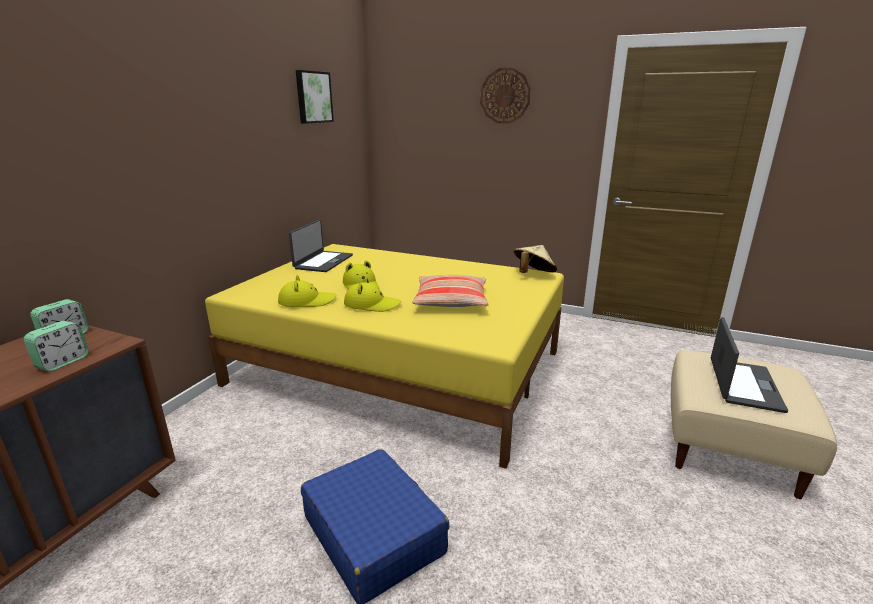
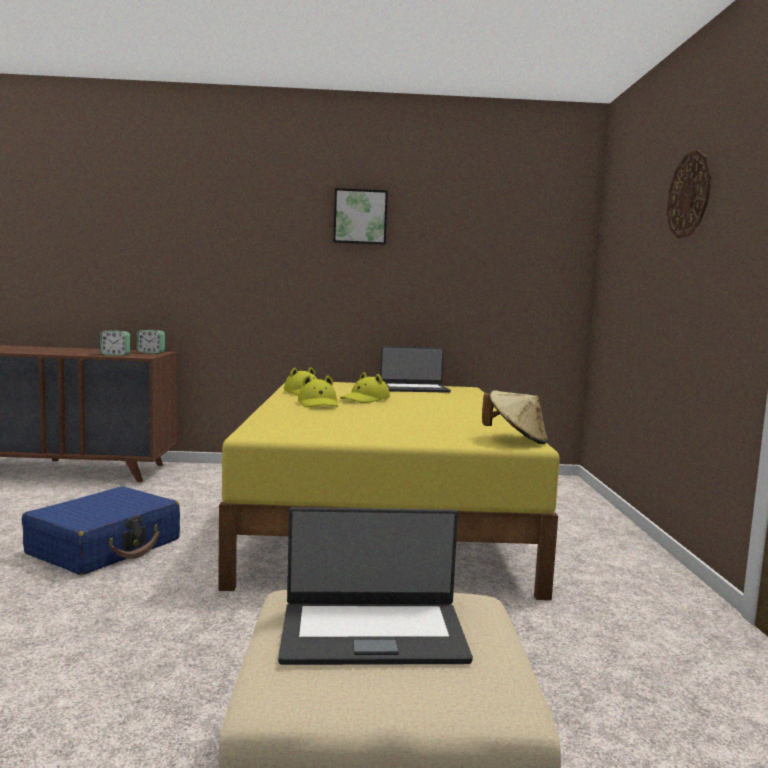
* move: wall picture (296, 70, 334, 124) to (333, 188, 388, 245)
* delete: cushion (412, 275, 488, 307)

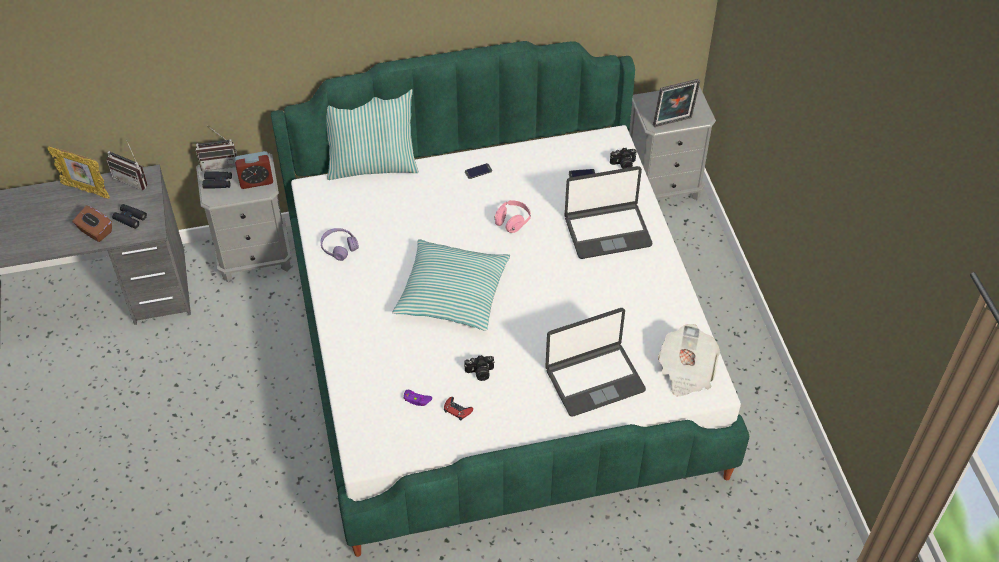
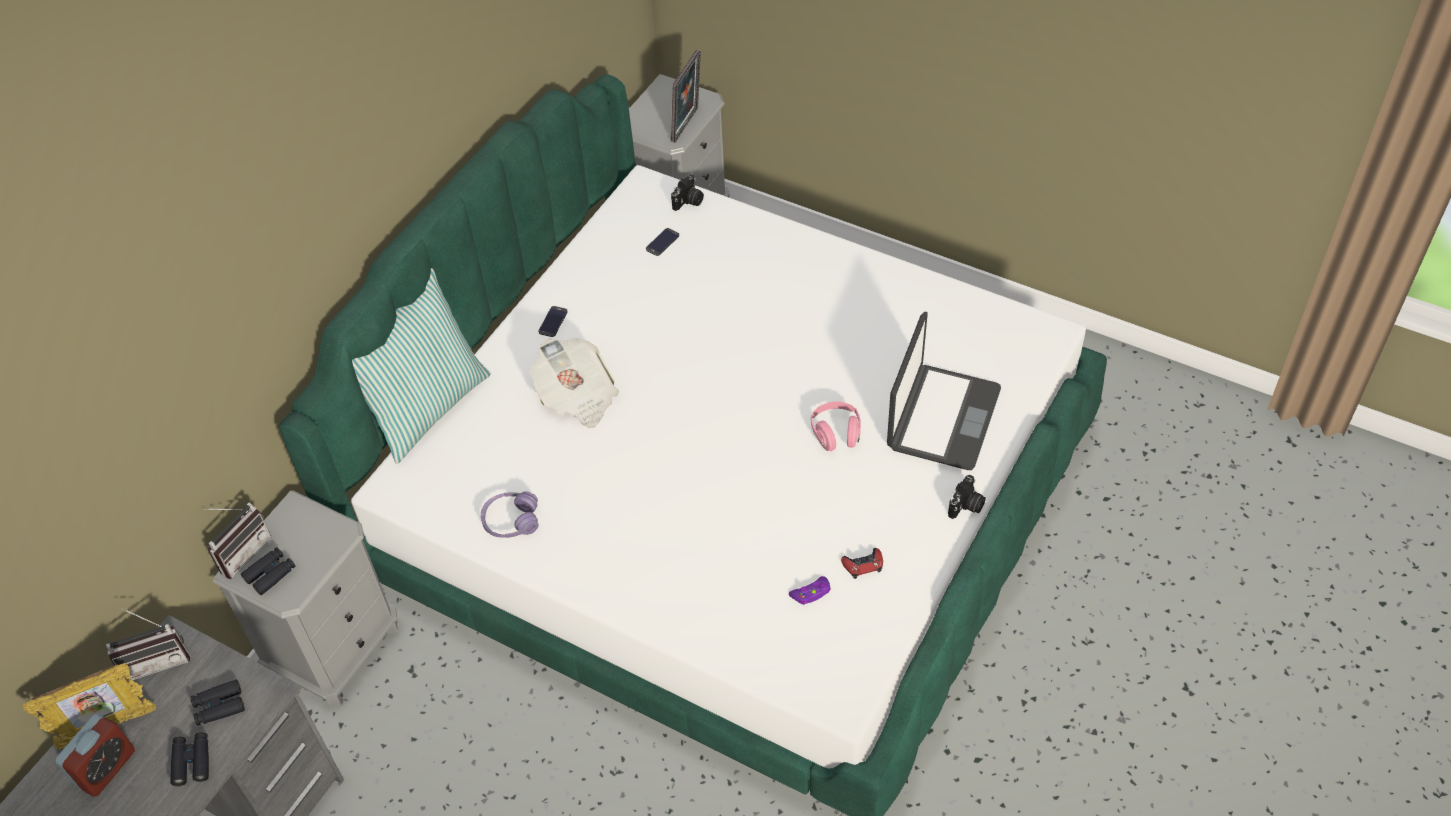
* replace: tissue box in brownish (73, 206, 112, 242) to binoculars in black-coloured (170, 732, 209, 786)
* move: table clock (235, 151, 273, 189) to (55, 714, 135, 797)
* delete: cushion (392, 239, 510, 331)
* move: still camera (465, 355, 495, 381) to (948, 475, 986, 519)
* move: headset in pink (495, 200, 531, 233) to (811, 402, 861, 451)
* delete: portable computer (565, 166, 652, 259)
* move: printed paper (658, 324, 720, 397) to (530, 338, 619, 428)

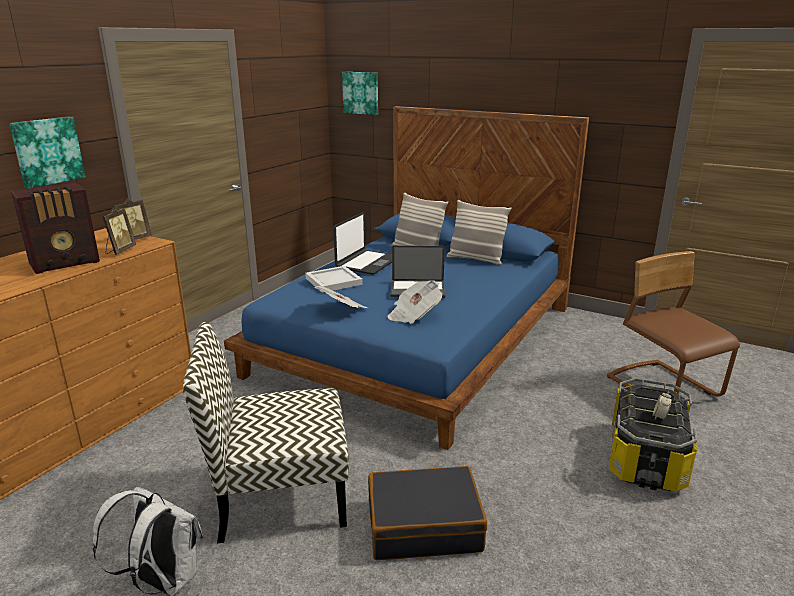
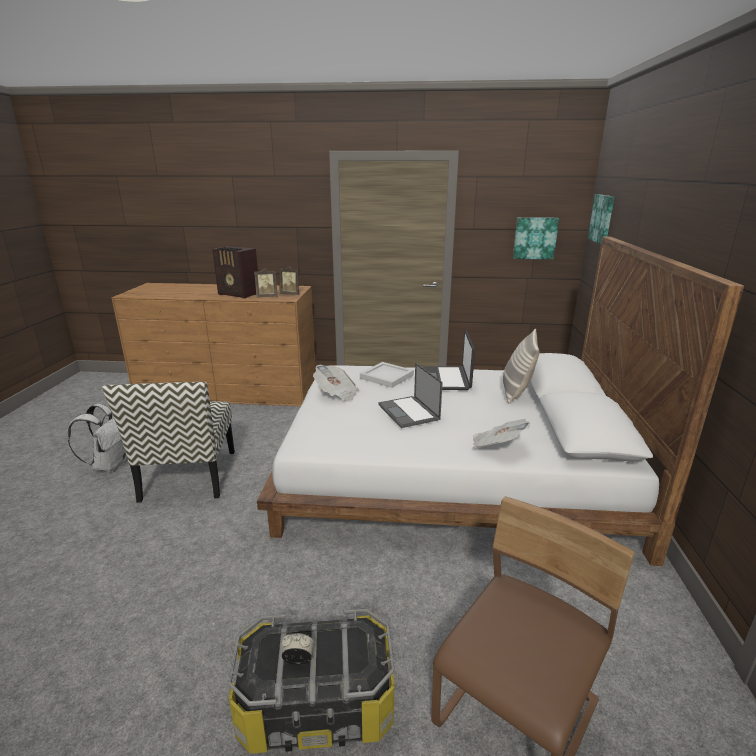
* move: wall picture (9, 117, 85, 189) to (513, 217, 559, 259)
* rotate: chair (183, 322, 349, 543) = (102, 382, 235, 503) 150 degrees counterclockwise
* recolor: sleeping bed in blue (224, 106, 589, 450) to sleeping bed in whitish (257, 237, 744, 566)
* rotate: portable computer (333, 212, 392, 275) = (423, 330, 475, 390) 90 degrees clockwise
* delete: travel case in black-coloured (368, 466, 487, 560)
* move: printed paper (387, 280, 442, 324) to (473, 419, 530, 448)
* delete: cushion (447, 200, 511, 265)

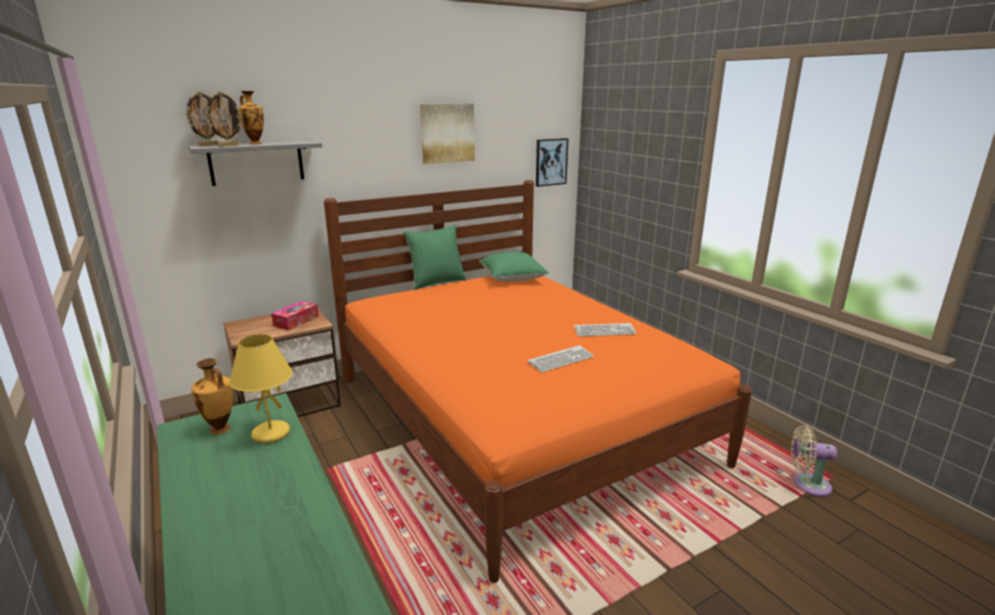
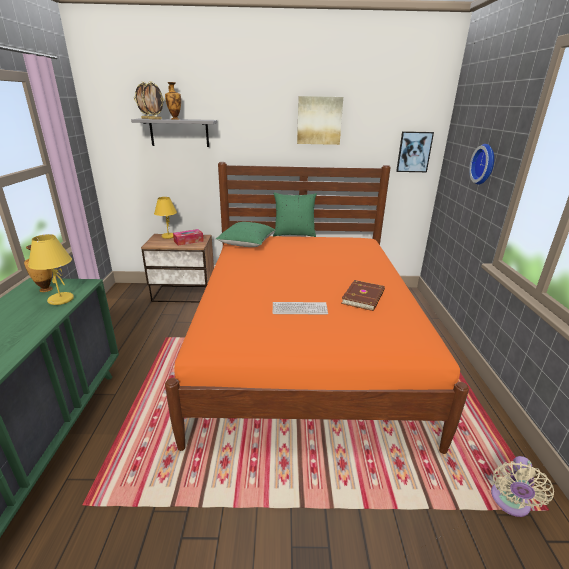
* move: cushion in greenish (479, 252, 549, 282) to (216, 222, 276, 247)
* replace: computer keyboard (574, 323, 637, 337) to bound book in brownish (341, 280, 385, 311)
* rotate: cooling fan in sand-coloured (791, 425, 837, 497) = (491, 456, 554, 517) 105 degrees counterclockwise
* insert: table lamp in yellow (154, 197, 177, 239)
* insert: hanging clock (469, 144, 494, 185)

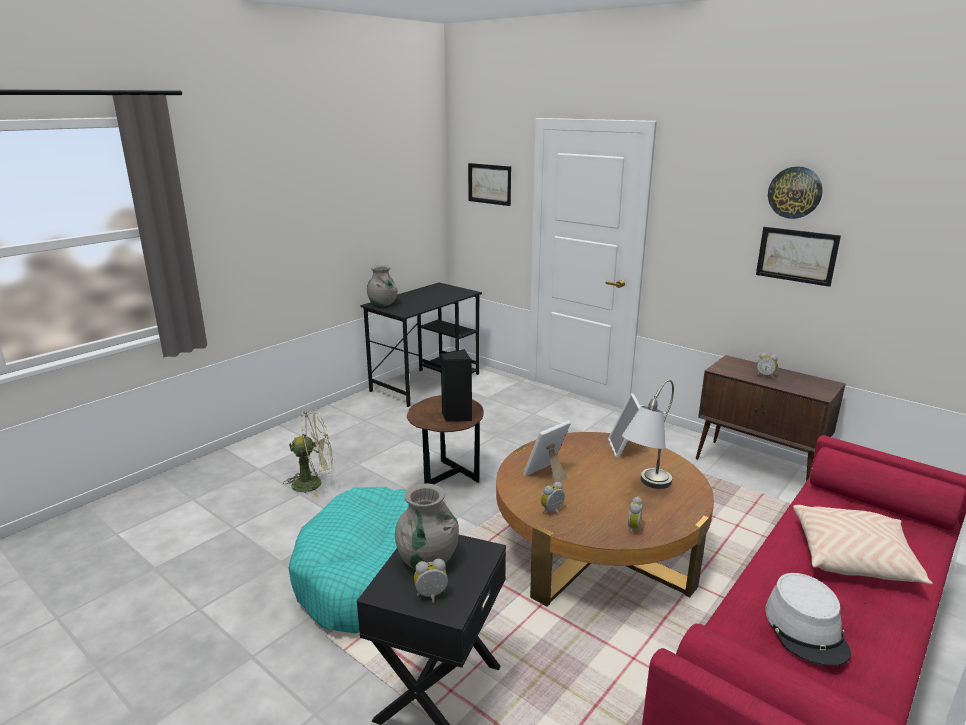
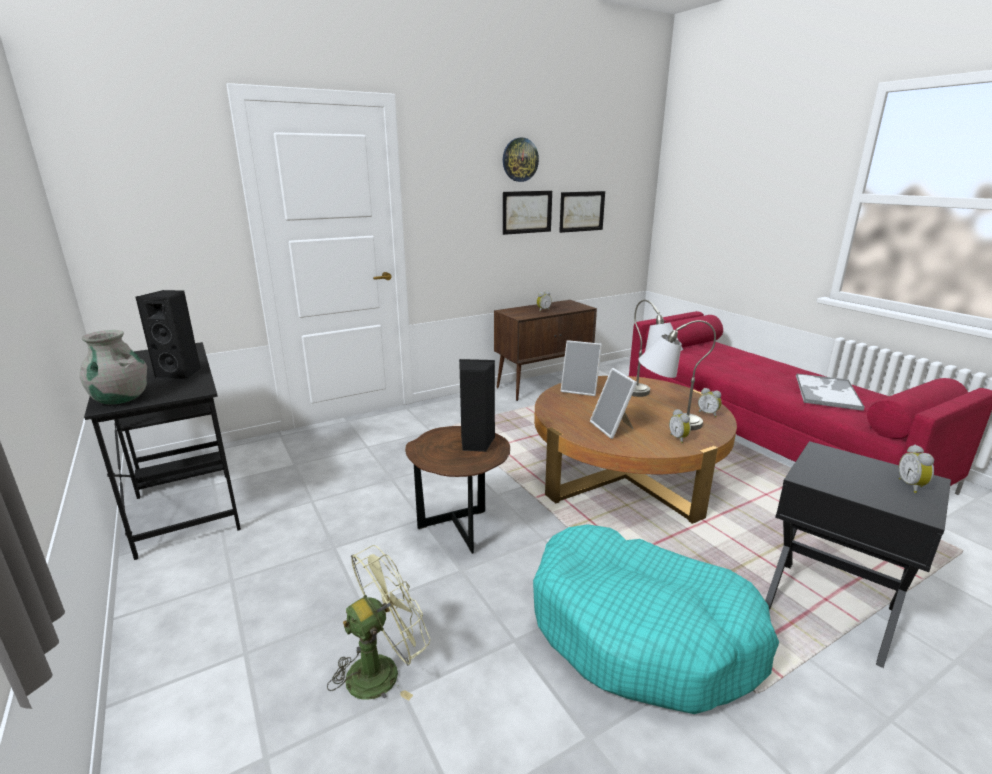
* rotate: cooling fan in greenish (283, 410, 333, 497) = (327, 545, 430, 701) 45 degrees clockwise
* delete: decorative vase in gray (395, 484, 459, 569)
* move: wall picture (468, 163, 511, 206) to (559, 191, 605, 233)
* replace: hat in gray (765, 573, 851, 666) to carrying tray (796, 374, 865, 411)
* delete: cushion in sand-coloured (793, 505, 933, 584)
* insert: audio speaker in black-coloured (136, 290, 201, 380)
* insert: table lamp in gray (638, 320, 716, 430)

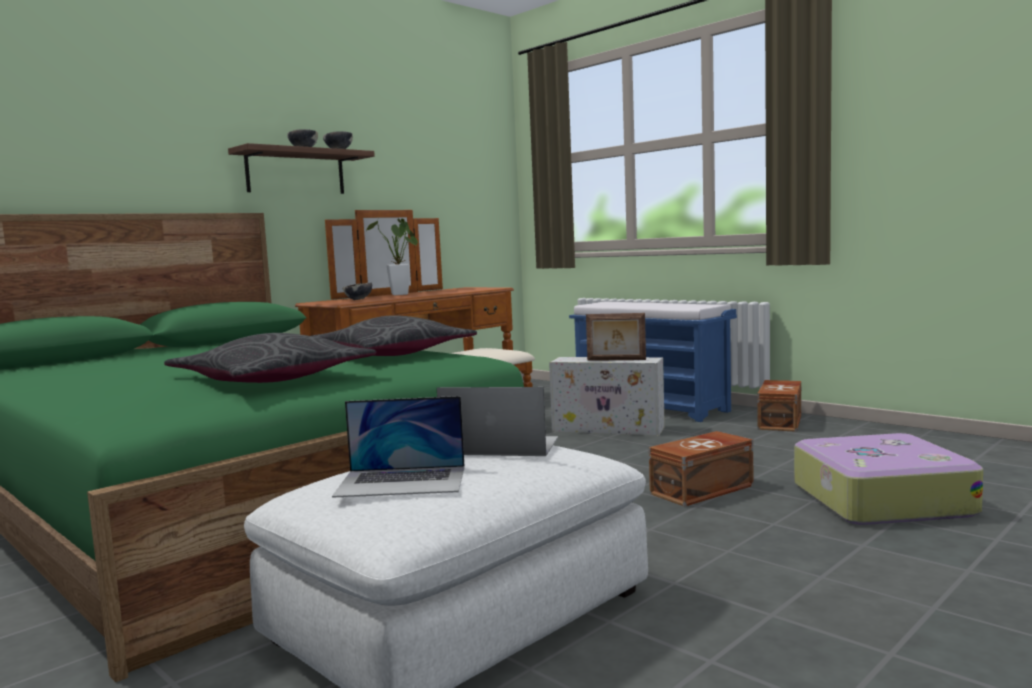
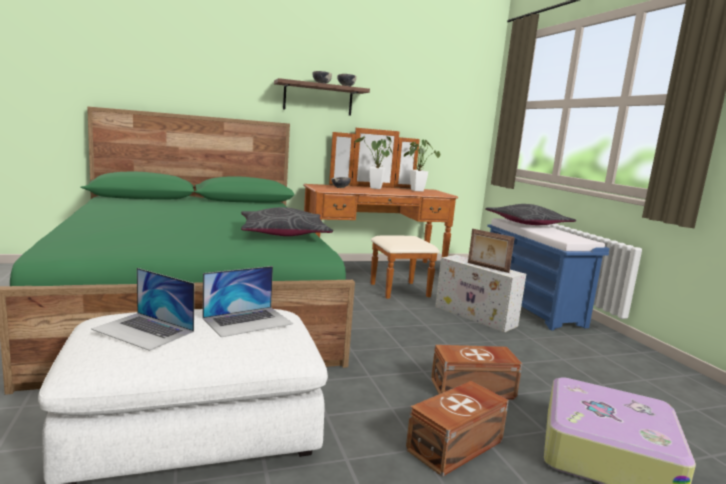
* move: cushion in gray (164, 333, 376, 383) to (485, 204, 576, 225)
* rotate: portable computer (437, 387, 558, 456) = (202, 266, 293, 337) 105 degrees clockwise
* move: storage container in brownish (757, 380, 801, 432) to (406, 381, 509, 477)
* insert: plant in a pot (404, 140, 440, 192)

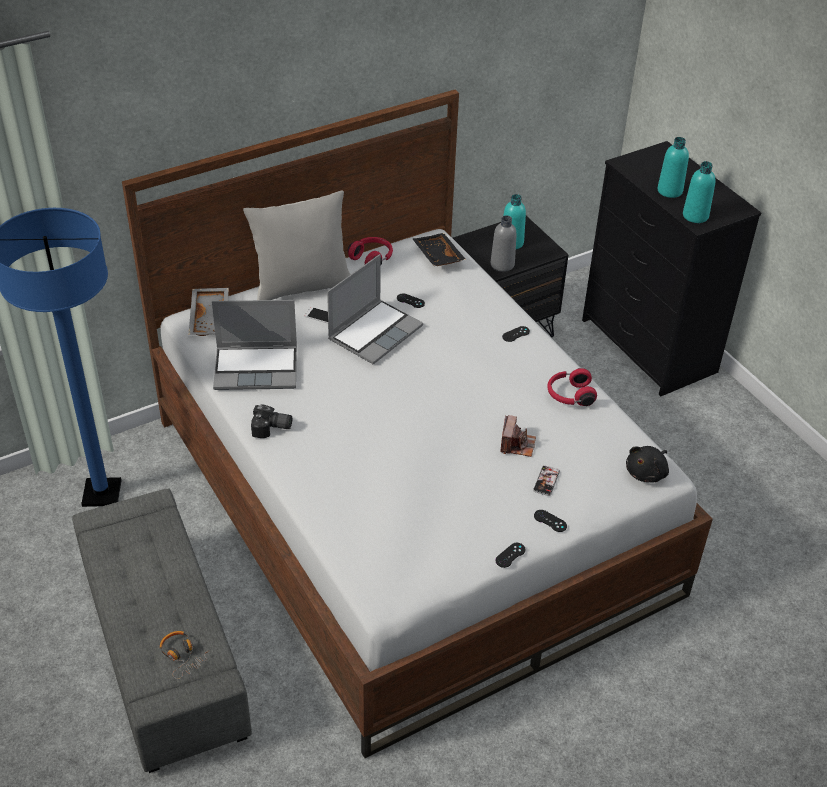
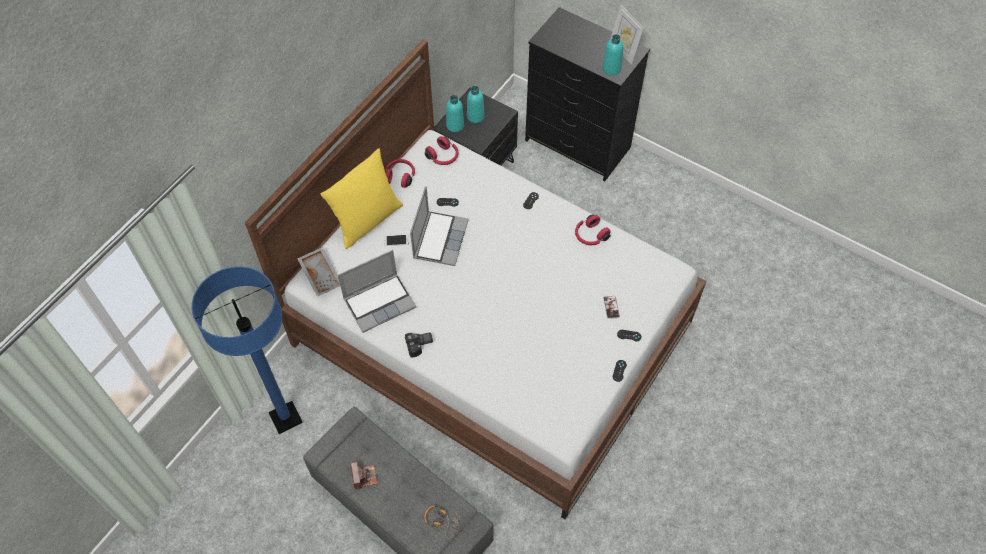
* recolor: cushion in gray (243, 191, 351, 300) to cushion in yellow (321, 148, 403, 249)
* replace: carrying tray in black-coloured (413, 233, 466, 266) to headset in reddish (425, 136, 458, 165)
* delete: beverage bottle in gray (491, 216, 516, 272)
* move: still camera (500, 415, 536, 457) to (349, 462, 378, 490)
* delete: cuddly toy in black-coloured (626, 446, 669, 482)
* move: beverage bottle in turquoise (658, 137, 689, 198) to (446, 95, 464, 132)
* insert: photo frame (610, 5, 644, 65)

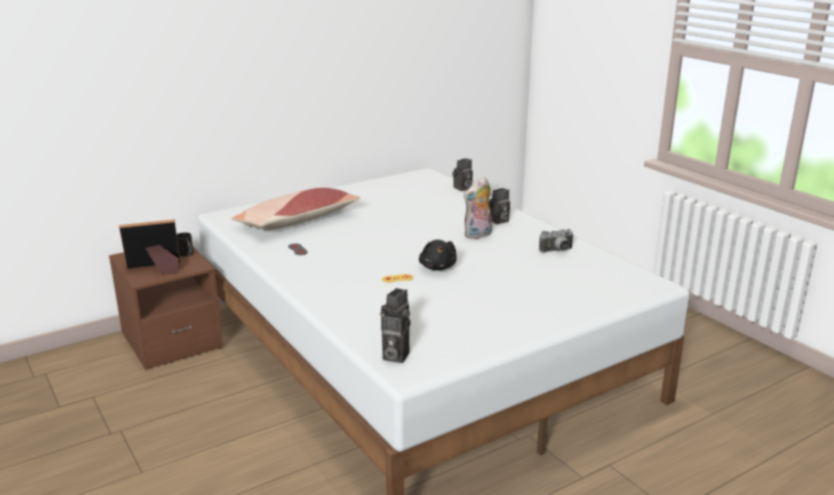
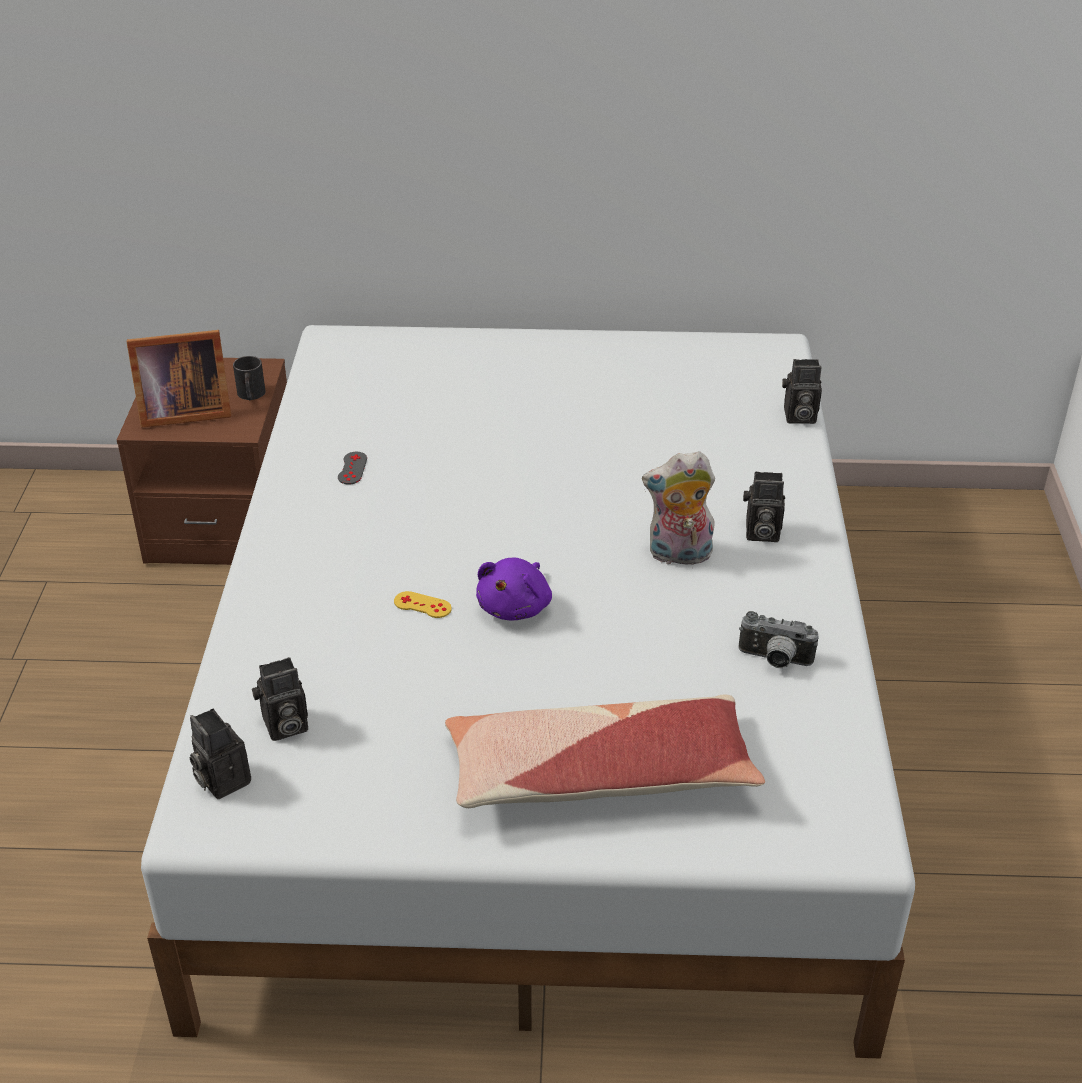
* rotate: photo frame (119, 220, 180, 274) = (127, 330, 231, 428) 150 degrees clockwise
* move: cushion (232, 188, 360, 230) to (445, 694, 765, 808)
* recolor: cuddly toy in black-coloured (419, 240, 457, 271) to cuddly toy in purple-coloured (476, 558, 552, 621)

